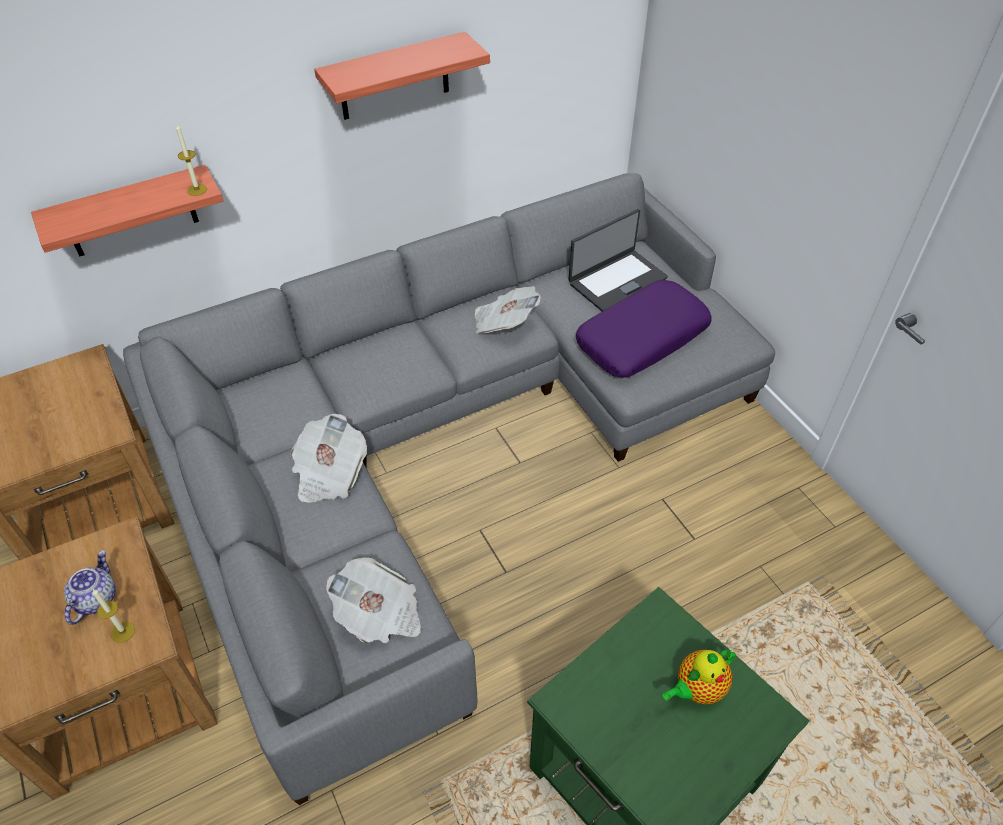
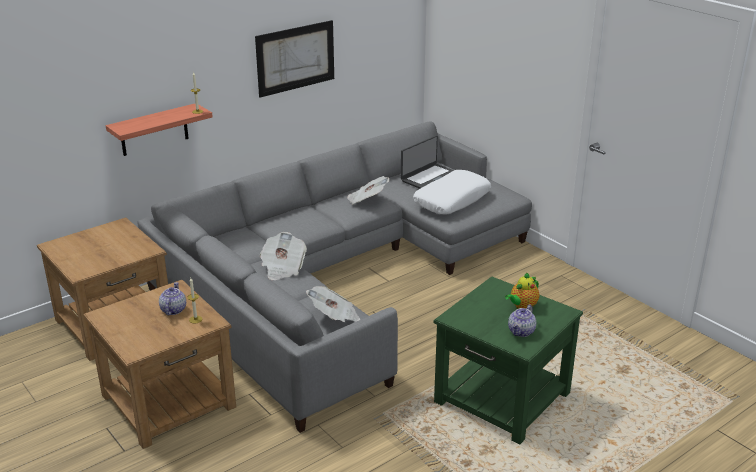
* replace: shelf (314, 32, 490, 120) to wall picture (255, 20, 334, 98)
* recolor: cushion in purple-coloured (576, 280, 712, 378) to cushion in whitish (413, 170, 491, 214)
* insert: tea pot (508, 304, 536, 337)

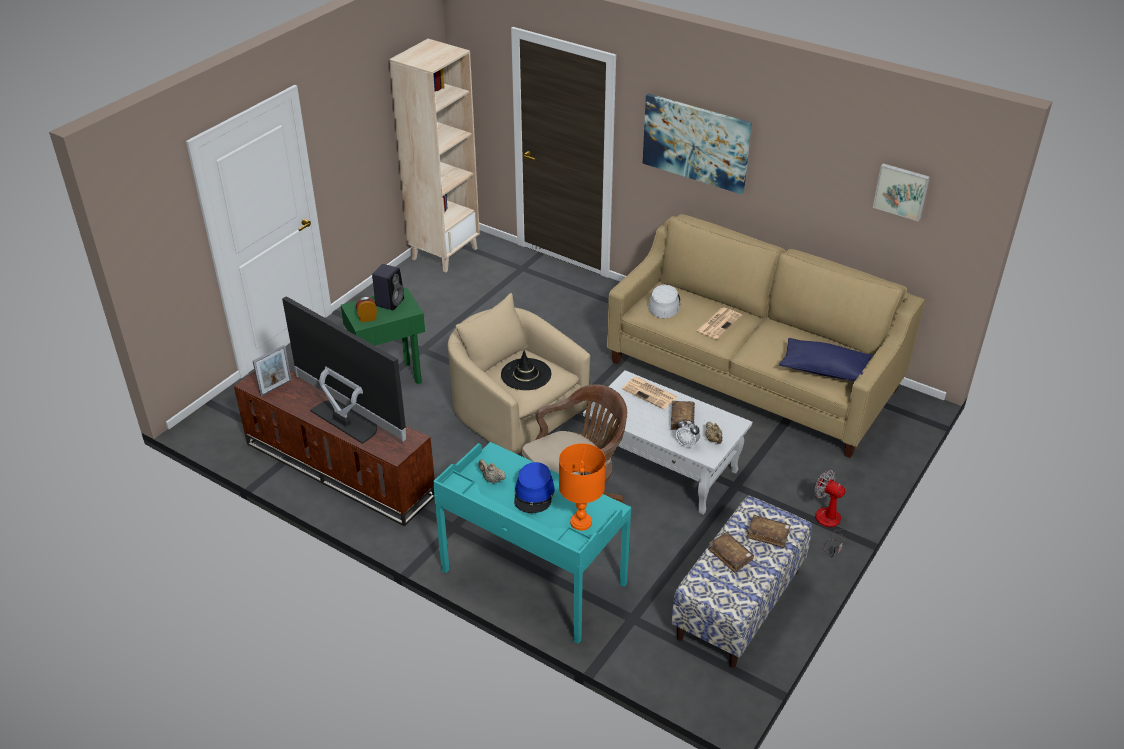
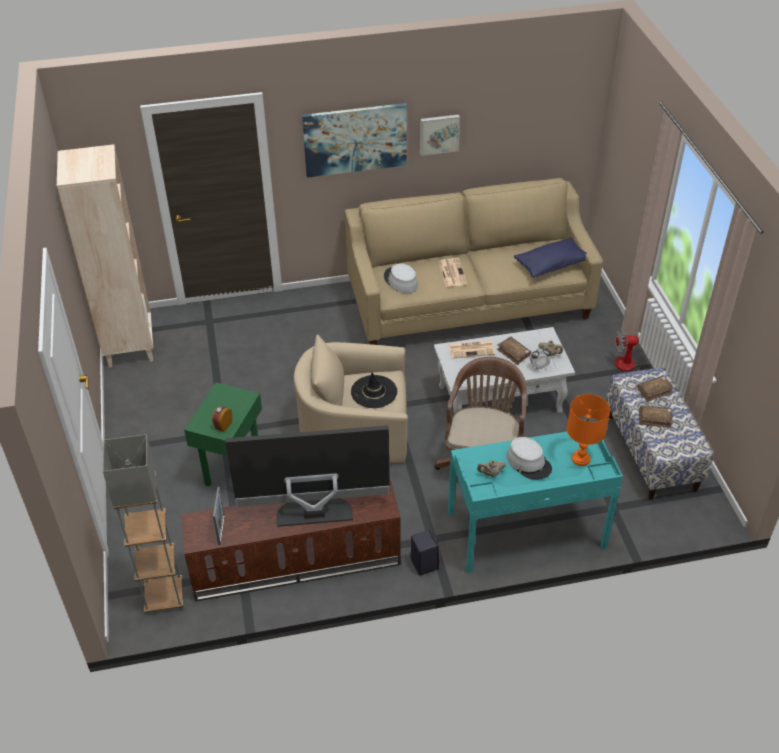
* move: audio speaker in black-coloured (372, 264, 404, 310) to (410, 530, 440, 576)
* recolor: hat in blue (514, 462, 555, 513) to hat in gray (507, 437, 552, 479)
* move: wall picture (873, 163, 930, 221) to (420, 114, 460, 156)
* insert: standing lamp in gray (103, 434, 183, 614)

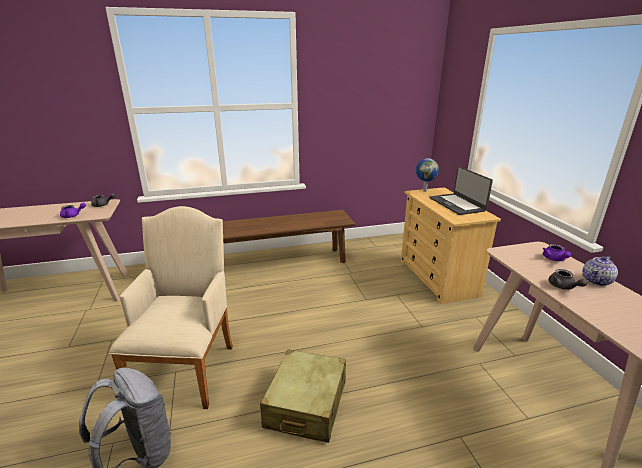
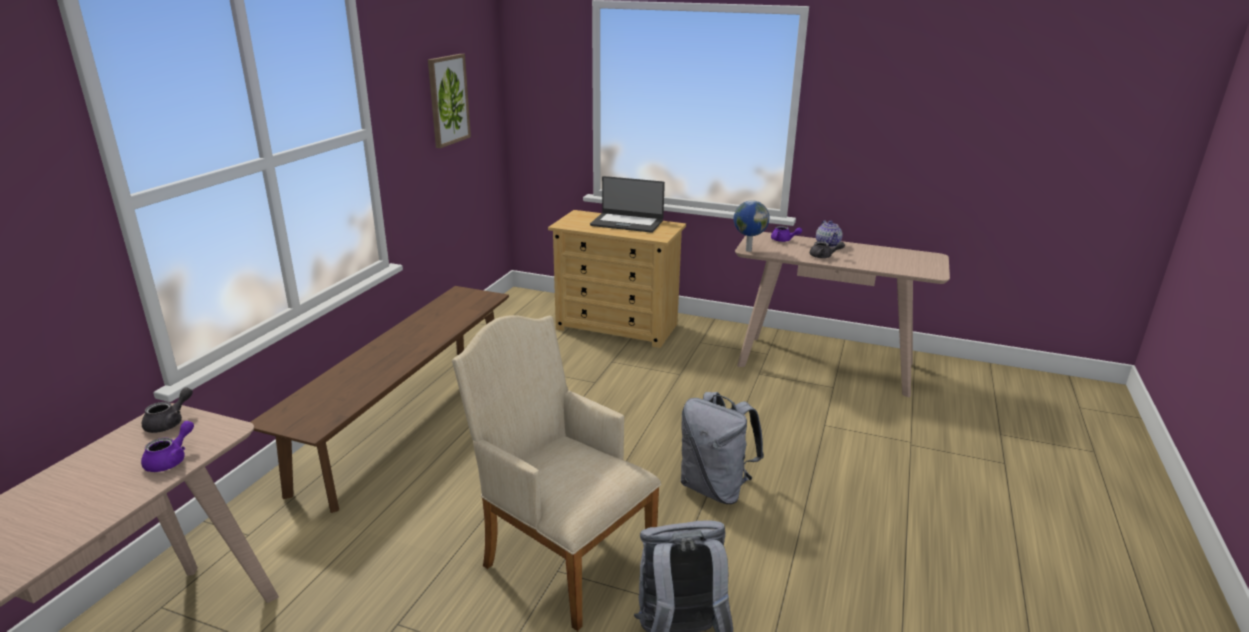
* replace: travel case in sand-coloured (260, 349, 346, 443) to rucksack in gray (681, 392, 764, 504)
* move: desk globe (416, 158, 439, 192) to (734, 200, 769, 252)
* insert: wall picture (428, 54, 471, 148)

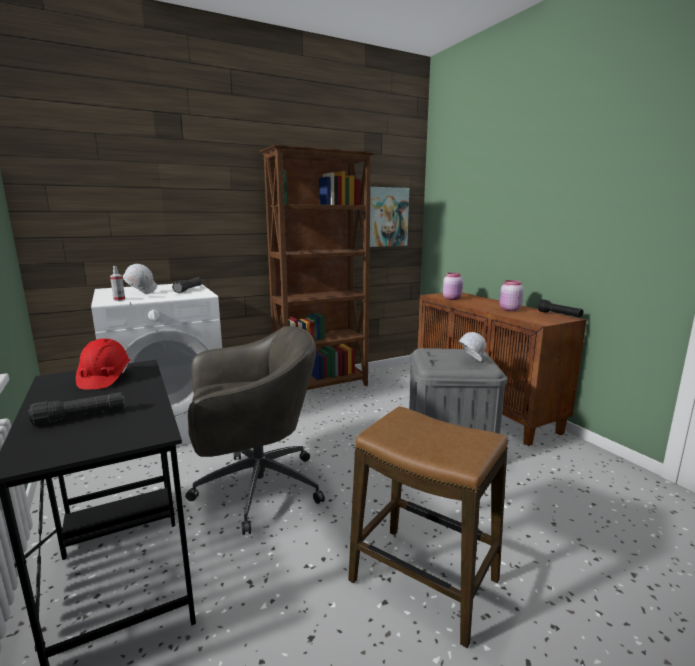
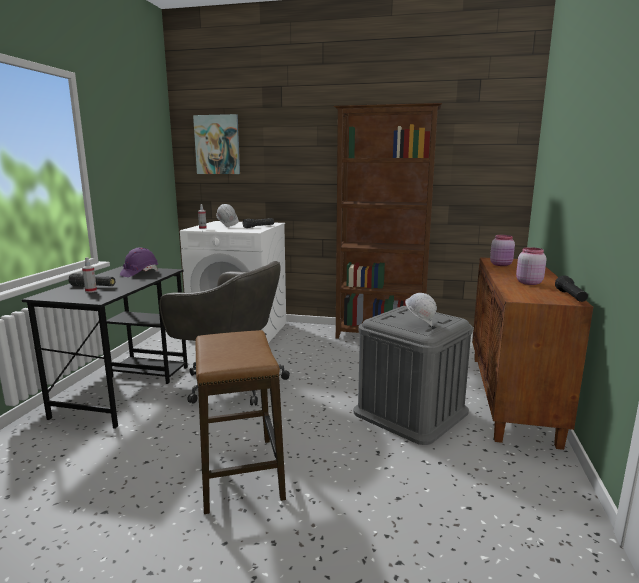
* recolor: safety helmet in reddish (76, 338, 131, 390) to safety helmet in purple-coloured (120, 248, 158, 277)
* move: wall picture (370, 187, 409, 247) to (193, 114, 240, 174)
* insert: sprayer (82, 257, 97, 293)

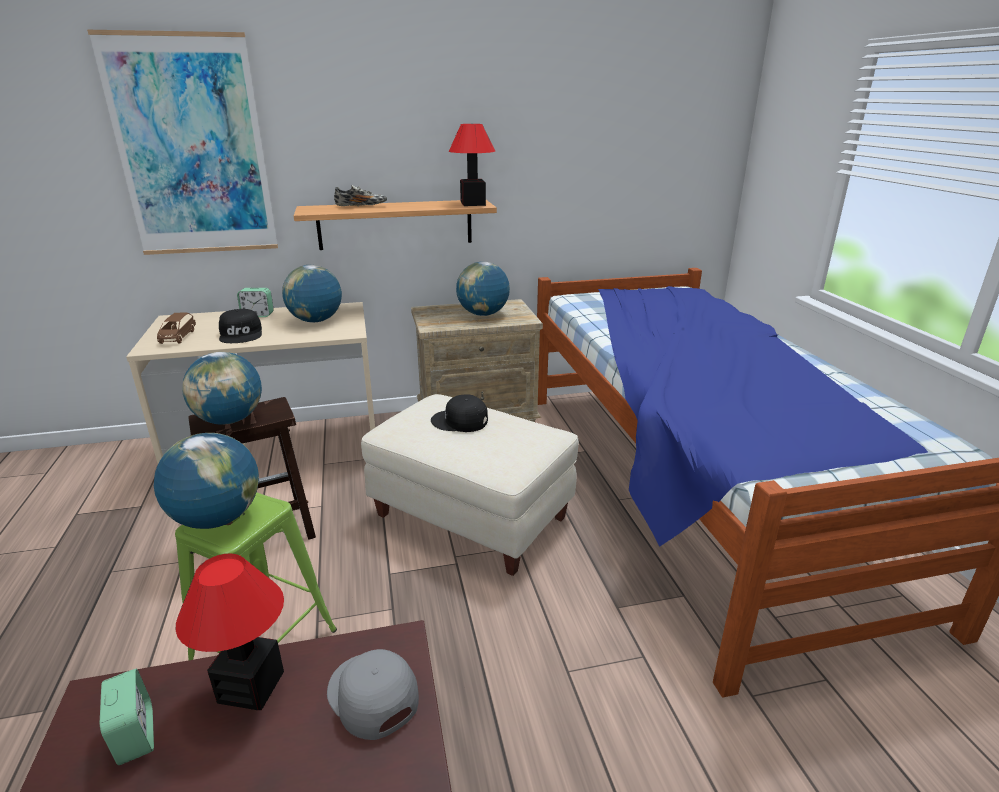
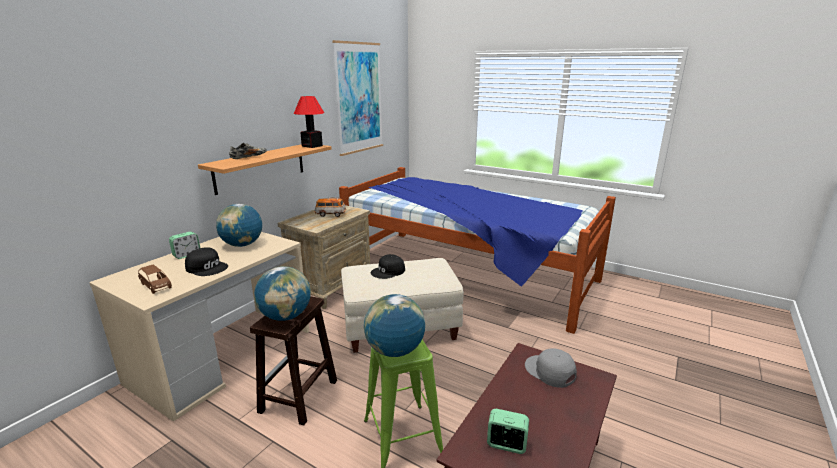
* move: wall picture (87, 30, 278, 255) to (332, 40, 383, 156)
* delete: table lamp (176, 553, 284, 710)
* rotate: baseball cap in gray (327, 649, 419, 740) = (525, 348, 577, 388) 45 degrees clockwise
* replace: desk globe (456, 261, 510, 316) to miniature car (314, 197, 346, 217)

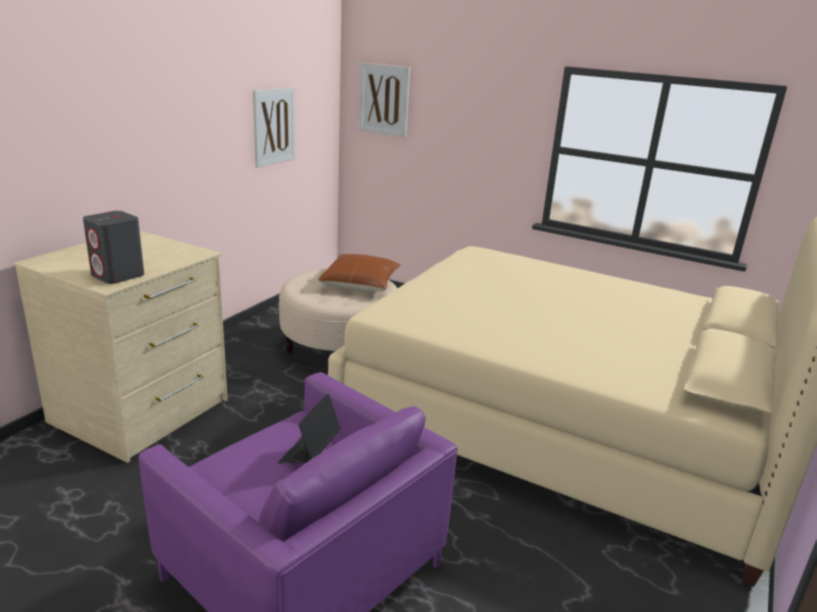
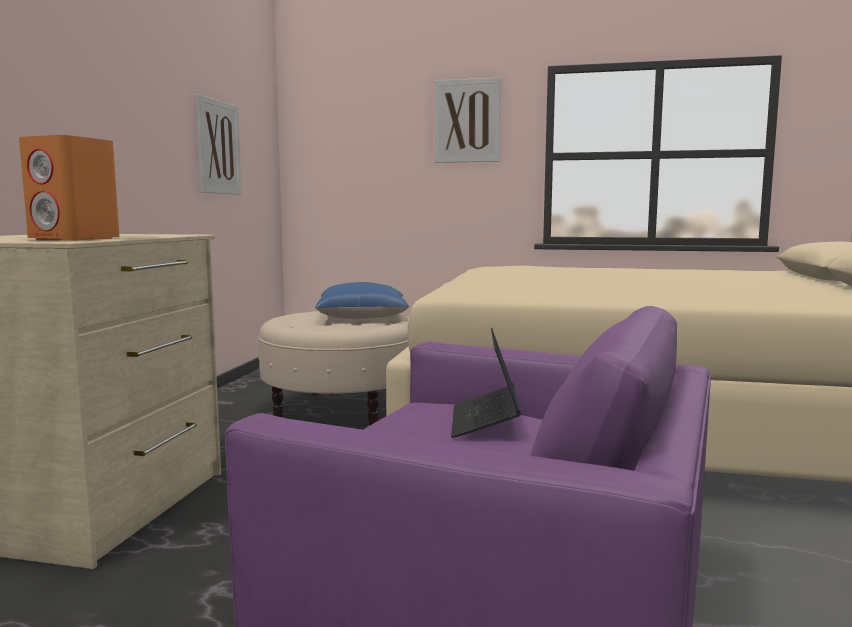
* recolor: audio speaker in gray (83, 211, 144, 284) to audio speaker in orange-coloured (19, 135, 119, 240)
* recolor: cushion in brownish (318, 254, 401, 292) to cushion in blue (315, 282, 409, 319)
* move: wall picture (359, 62, 410, 137) to (434, 78, 501, 163)

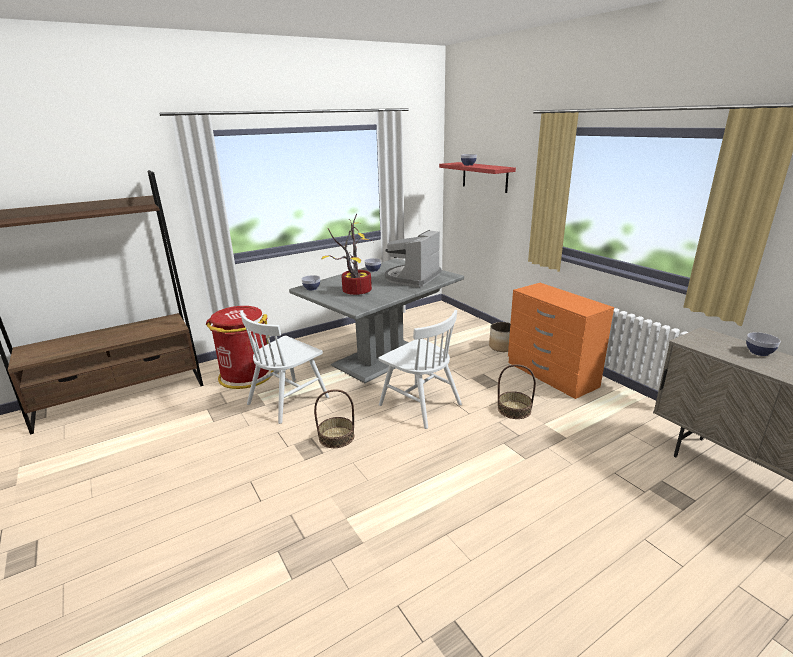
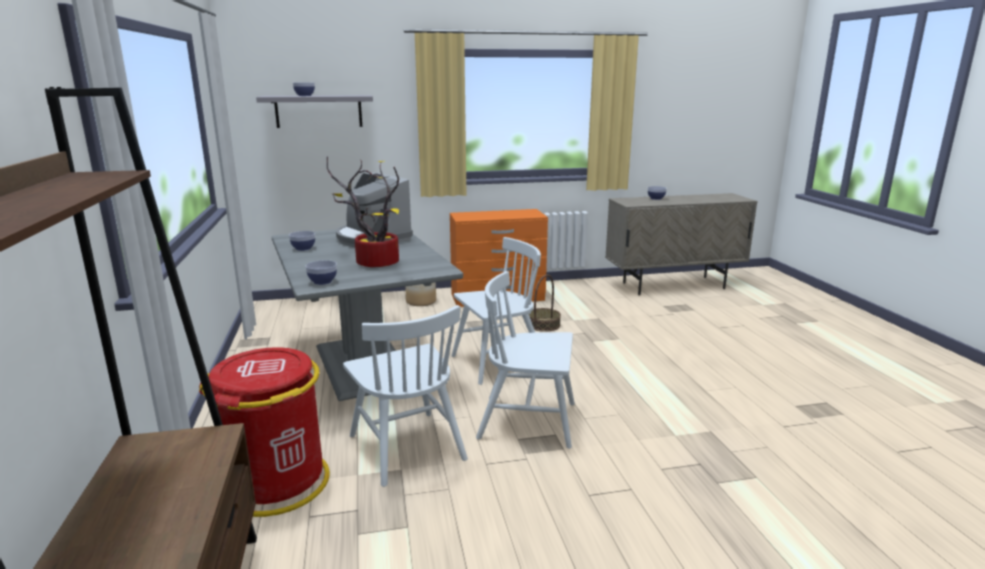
* replace: storage basket (314, 389, 354, 448) to chair in whitish (476, 271, 575, 449)
* recolor: shelf in reddish (439, 162, 516, 193) to shelf in gray (256, 95, 373, 128)

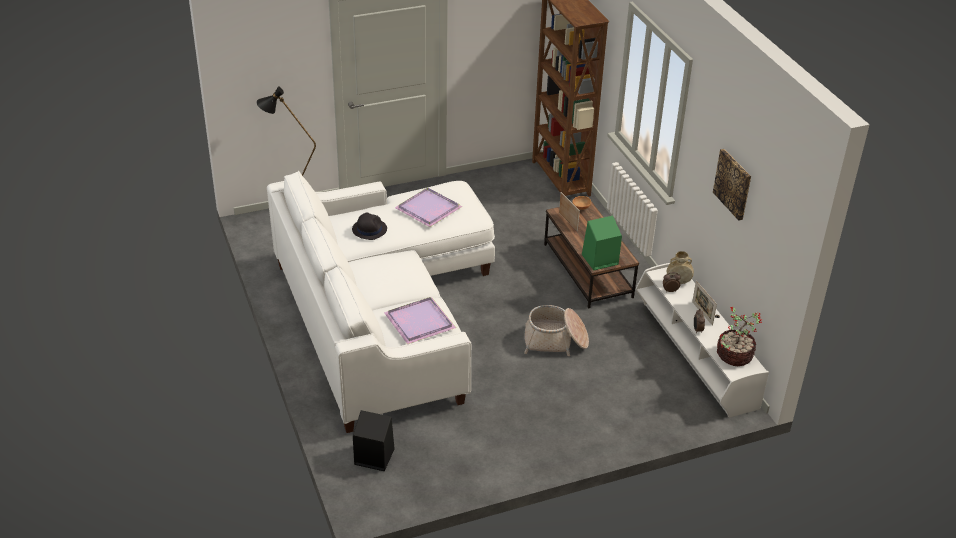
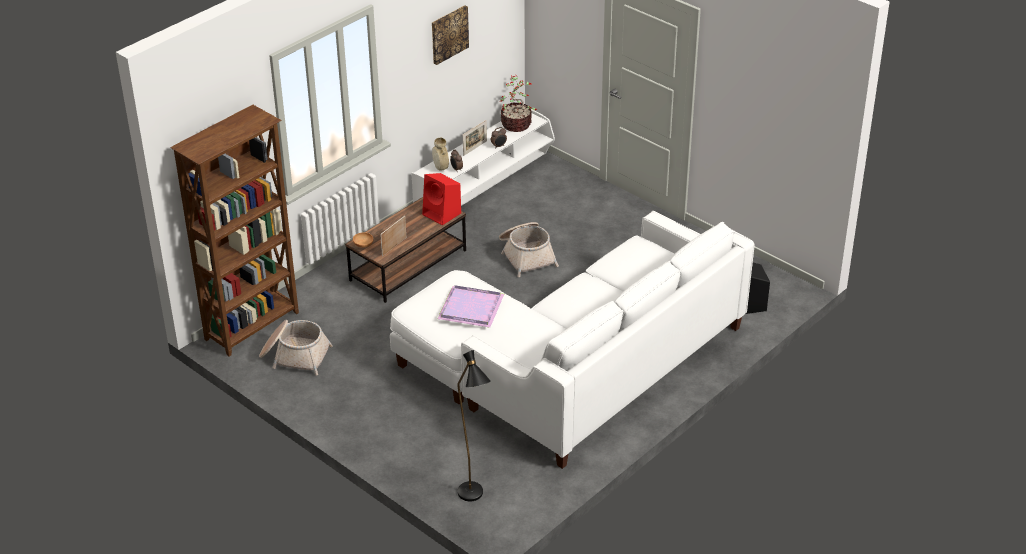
* delete: hat in black-coloured (352, 213, 387, 240)
* delete: carrying tray in purple-coloured (384, 297, 456, 344)
* recolor: audio speaker in greenish (582, 216, 622, 270) to audio speaker in reddish (422, 173, 461, 225)
* insert: storage basket (259, 320, 333, 376)

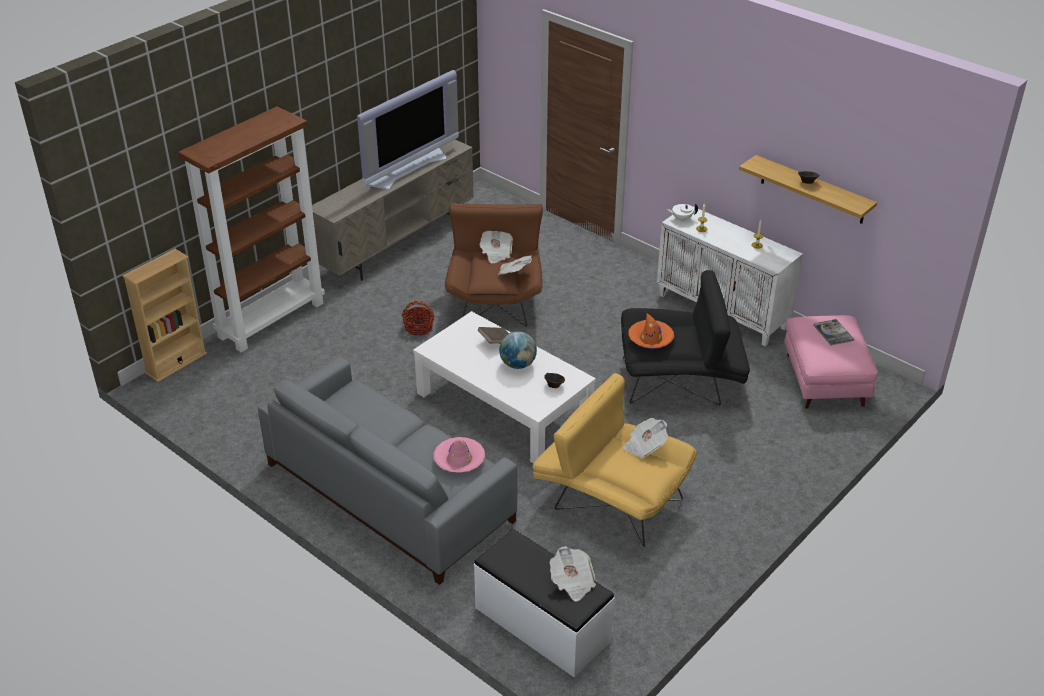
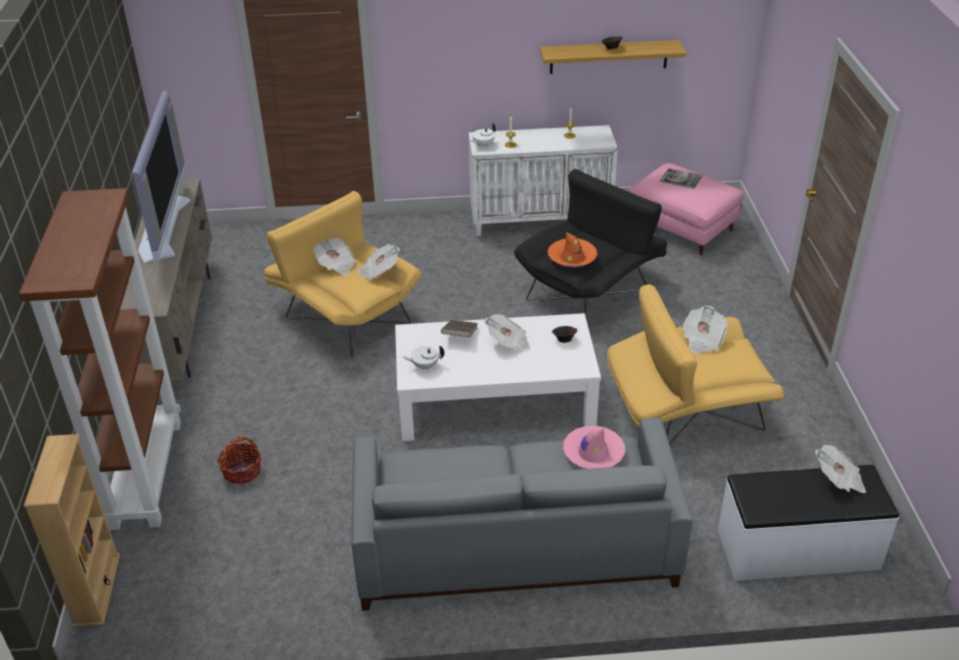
* move: storage basket (402, 301, 434, 336) to (217, 436, 261, 485)
* recolor: lounge chair in brownish (445, 203, 543, 327) to lounge chair in yellow (264, 191, 421, 358)
* replace: desk globe (499, 331, 537, 369) to printed paper (485, 314, 530, 350)
* insert: tea pot in whitish (403, 345, 444, 370)

